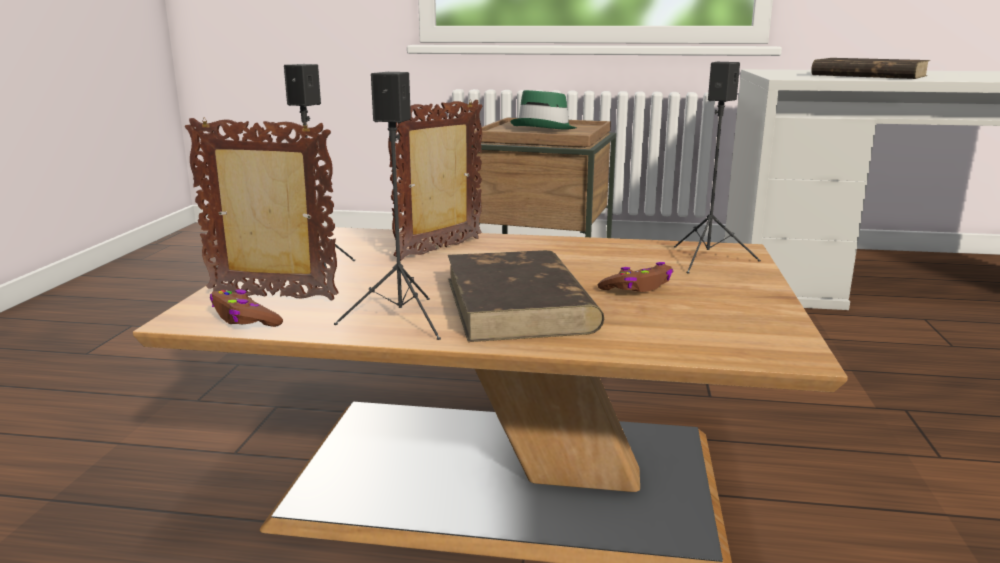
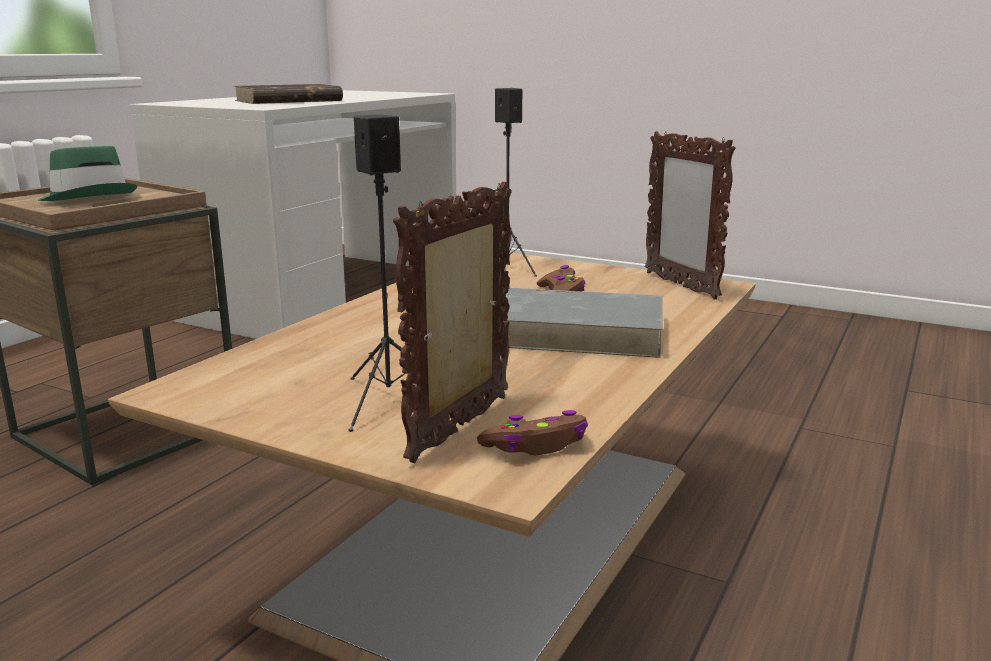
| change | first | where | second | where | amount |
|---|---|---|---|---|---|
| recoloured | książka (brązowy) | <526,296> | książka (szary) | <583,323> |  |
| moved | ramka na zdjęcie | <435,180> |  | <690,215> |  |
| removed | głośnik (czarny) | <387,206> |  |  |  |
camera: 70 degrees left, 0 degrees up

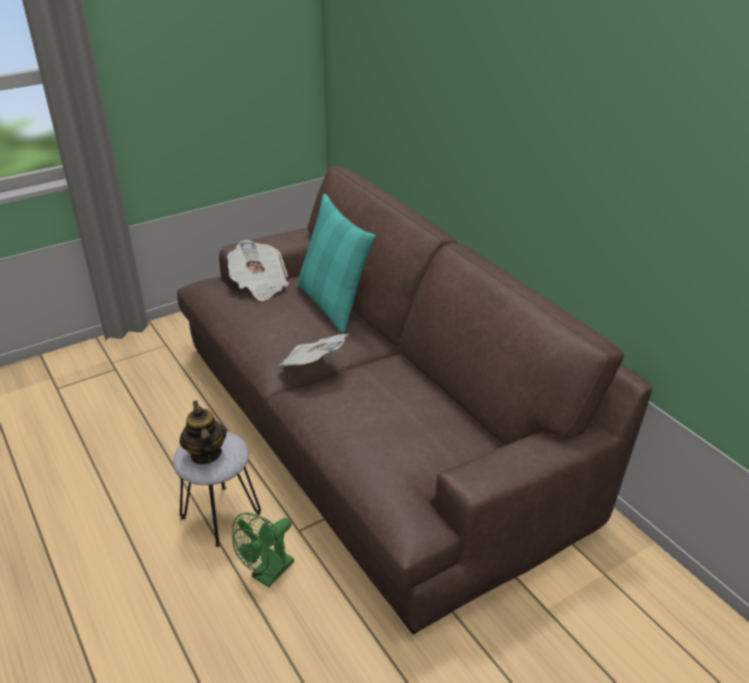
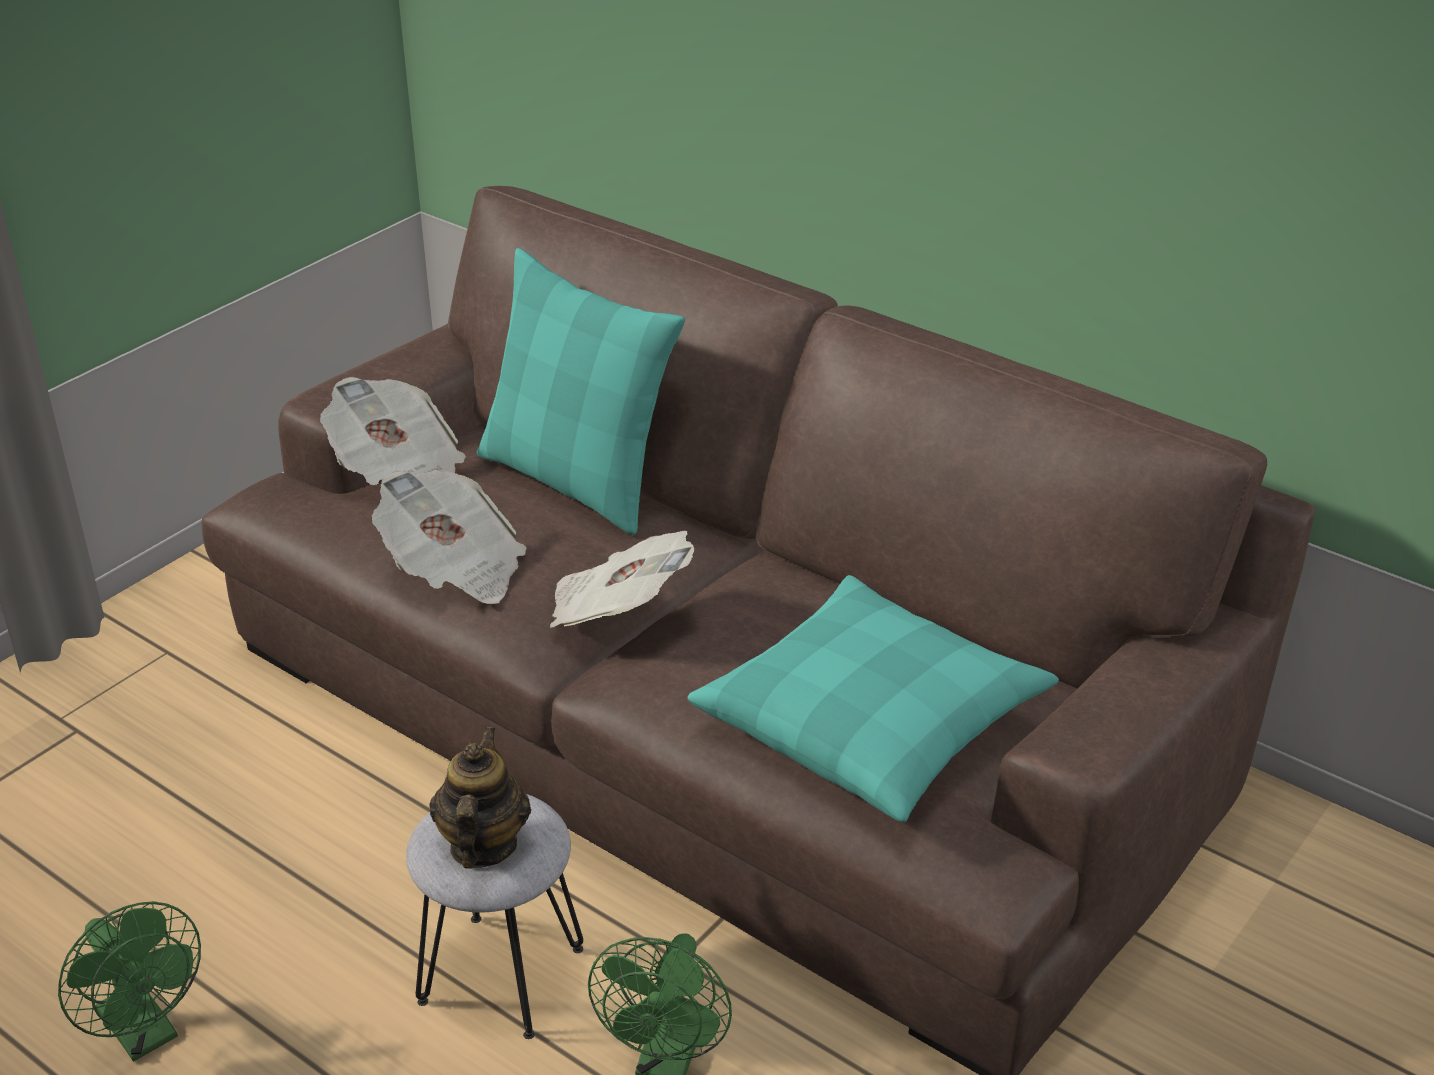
| change | first | where | second | where | amount |
|---|---|---|---|---|---|
| added |  |  | wentylator (zielony) | <129,981> |  |
| added |  |  | gazeta | <449,537> |  |
| turned | imbryk | <202,433> |  | <480,797> | 45 degrees clockwise |
| added |  |  | poduszka (turkusowy) | <873,698> |  |
camera: 20 degrees left, 0 degrees up

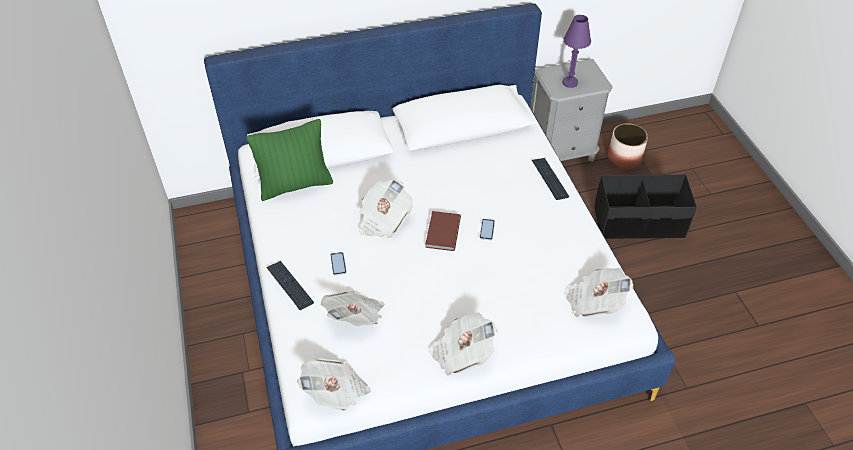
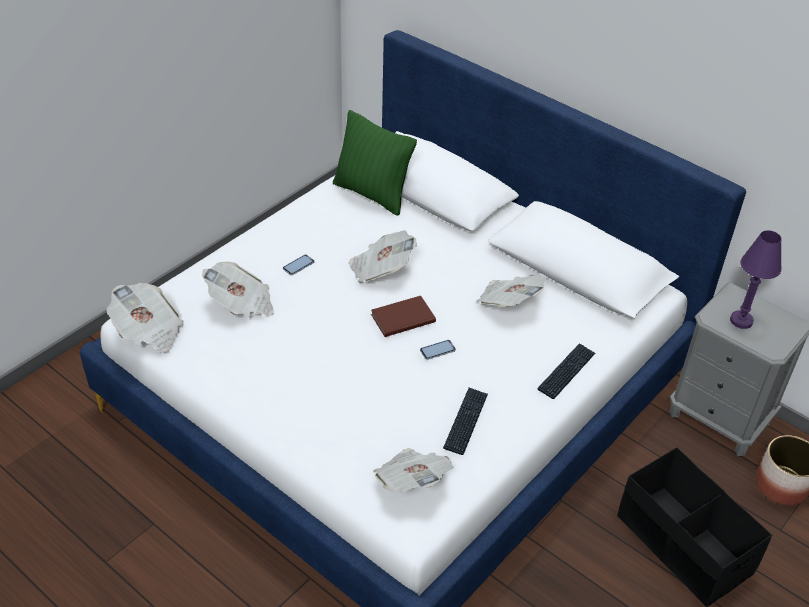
| change | first | where | second | where | amount |
|---|---|---|---|---|---|
| moved | klawiatura | <290,285> |  | <465,421> |  |
| moved | gazeta | <463,344> |  | <511,291> |  |
camera: 55 degrees right, 5 degrees down

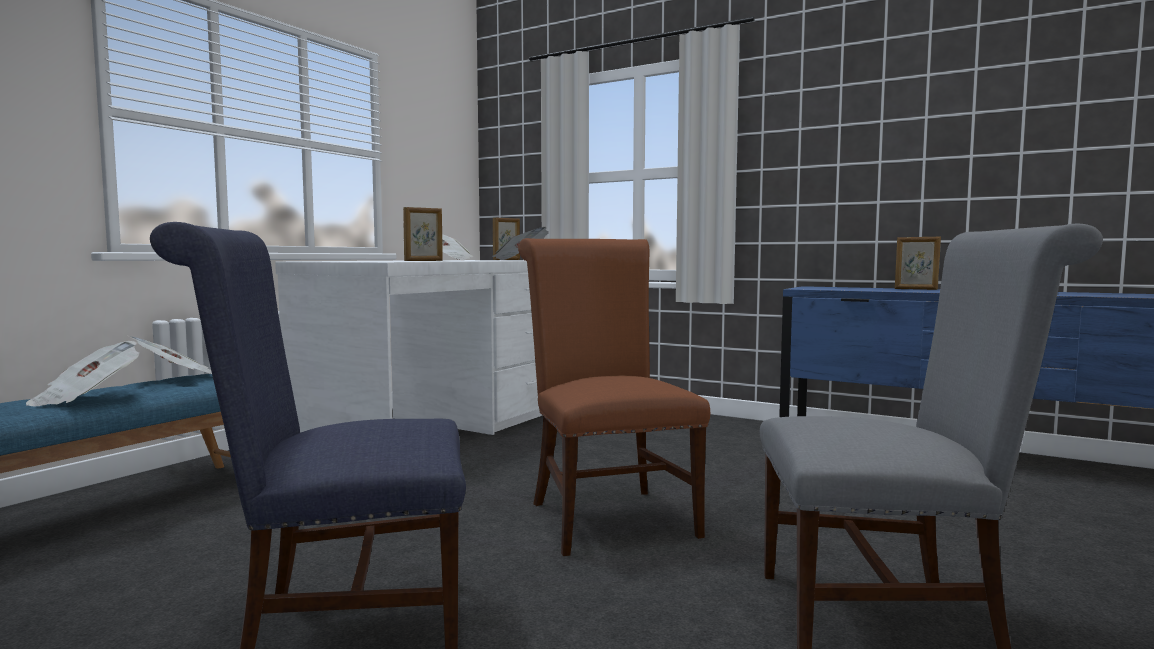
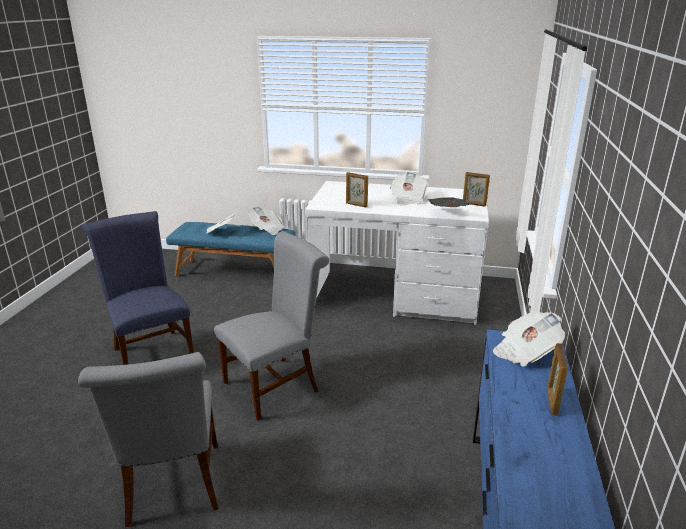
| change | first | where | second | where | amount |
|---|---|---|---|---|---|
| recoloured | krzesło (brązowy) | <614,397> | krzesło (szary) | <272,326> |  |
| added |  |  | gazeta | <529,338> |  |
camera: 70 degrees right, 20 degrees up

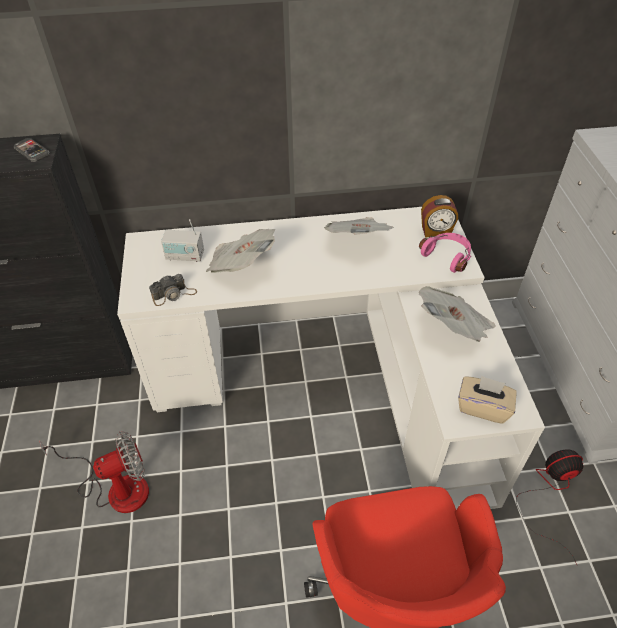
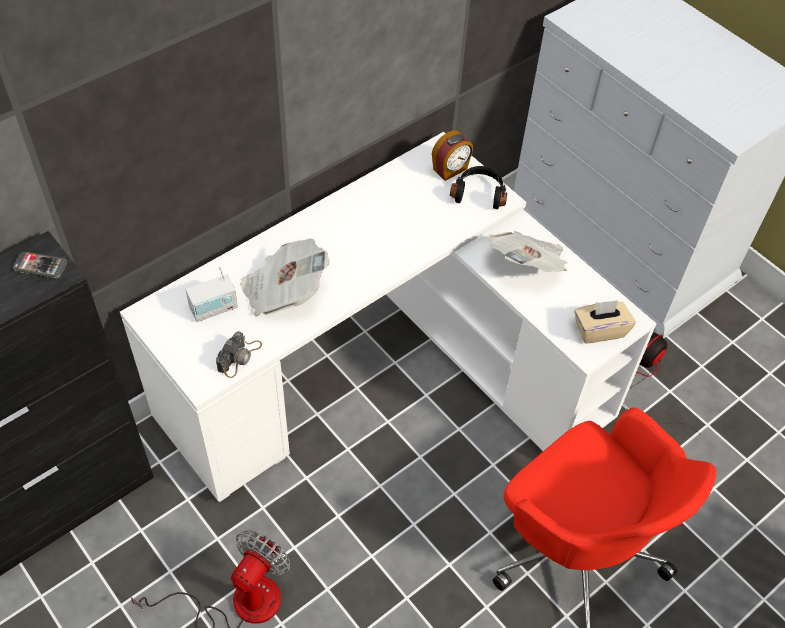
| change | first | where | second | where | amount |
|---|---|---|---|---|---|
| recoloured | słuchawki (różowy) | <445,253> | słuchawki (czarny) | <478,187> |  |
| removed | gazeta | <358,226> |  |  |  |
camera: 35 degrees left, 5 degrees up

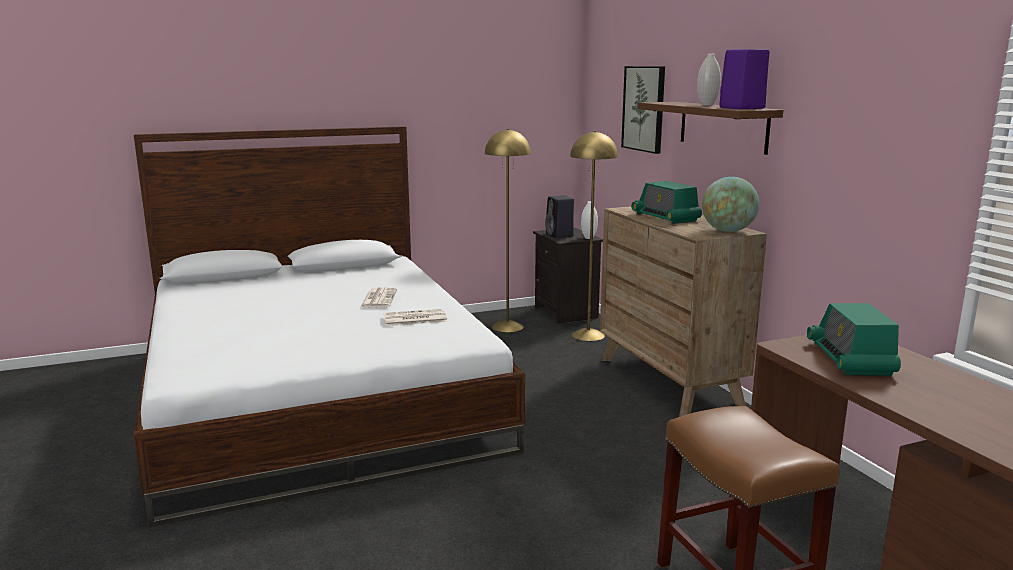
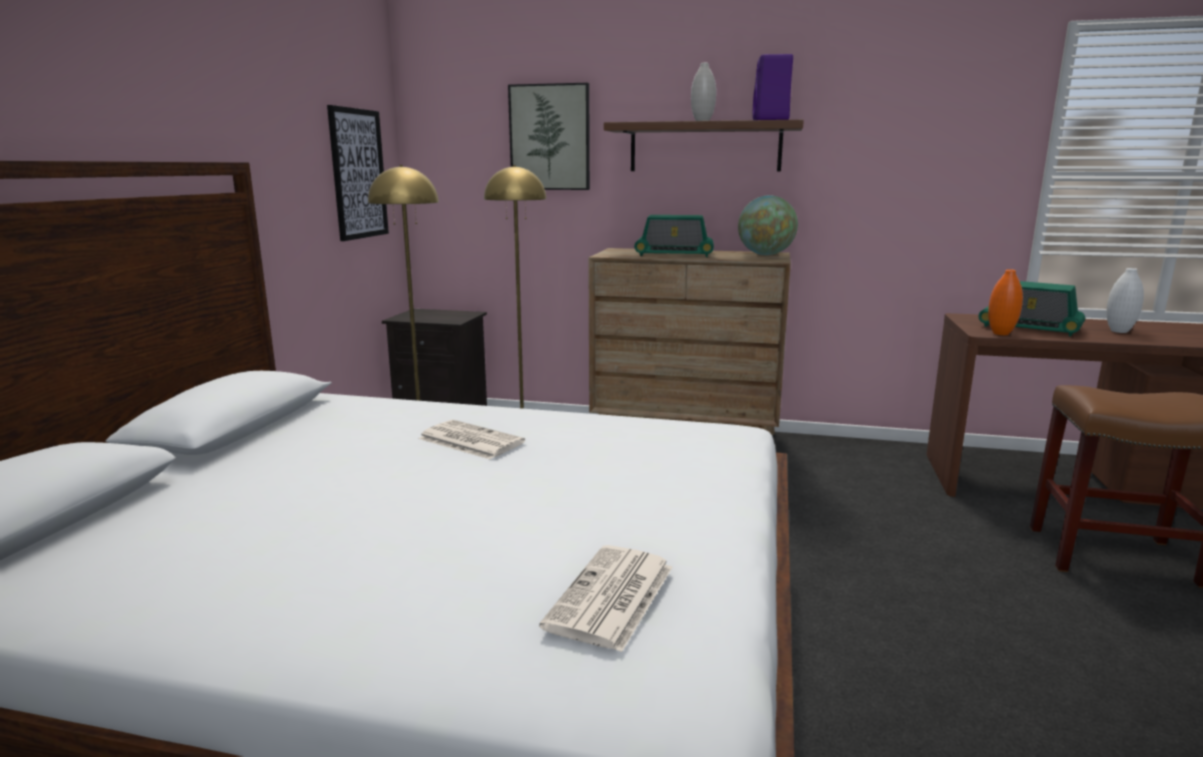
| change | first | where | second | where | amount |
|---|---|---|---|---|---|
| added |  |  | obraz | <358,173> |  |
| moved | gazeta | <416,317> |  | <605,598> |  |
| added |  |  | wazon (pomarańczowy) | <1005,302> |  |
| moved | wazon (biały) | <589,220> |  | <1125,300> |  |
| removed | głośnik (czarny) | <559,216> |  |  |  |
camera: 55 degrees left, 0 degrees up

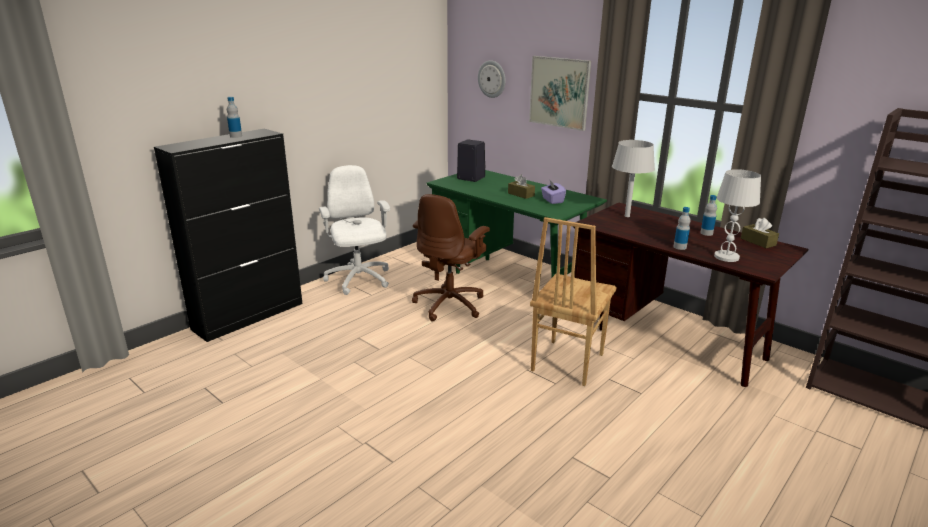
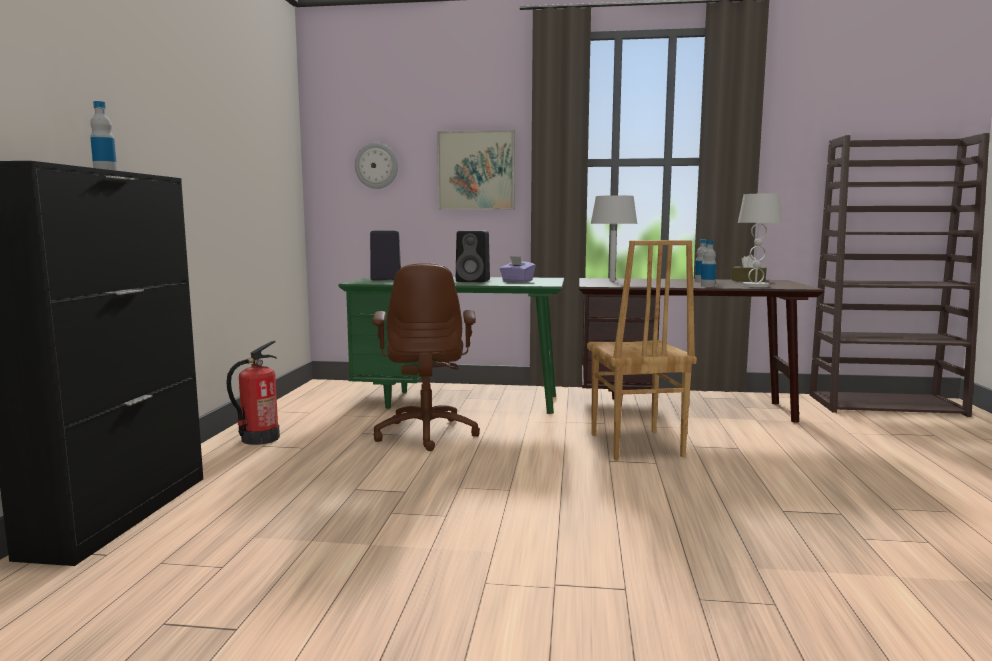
| change | first | where | second | where | amount |
|---|---|---|---|---|---|
| replaced | krzesło biurowe (biały) | <354,230> | gaśnica | <253,393> |  |
| replaced | pudełko chusteczek (brązowy) | <521,187> | głośnik (czarny) | <473,256> |  |
camera: 35 degrees left, 15 degrees down

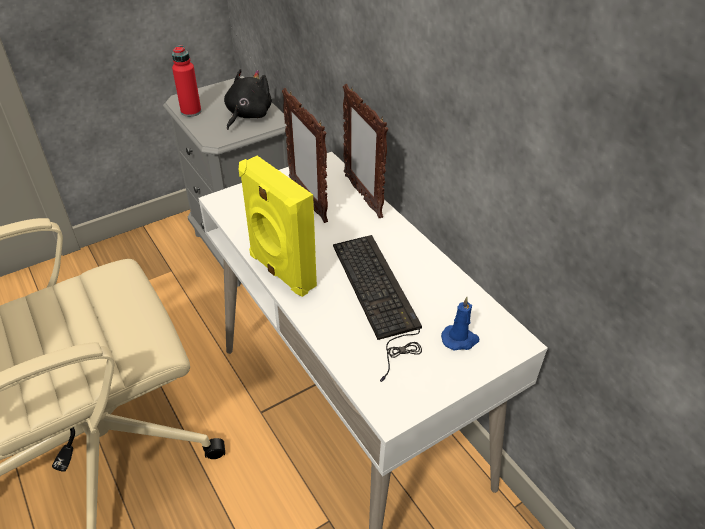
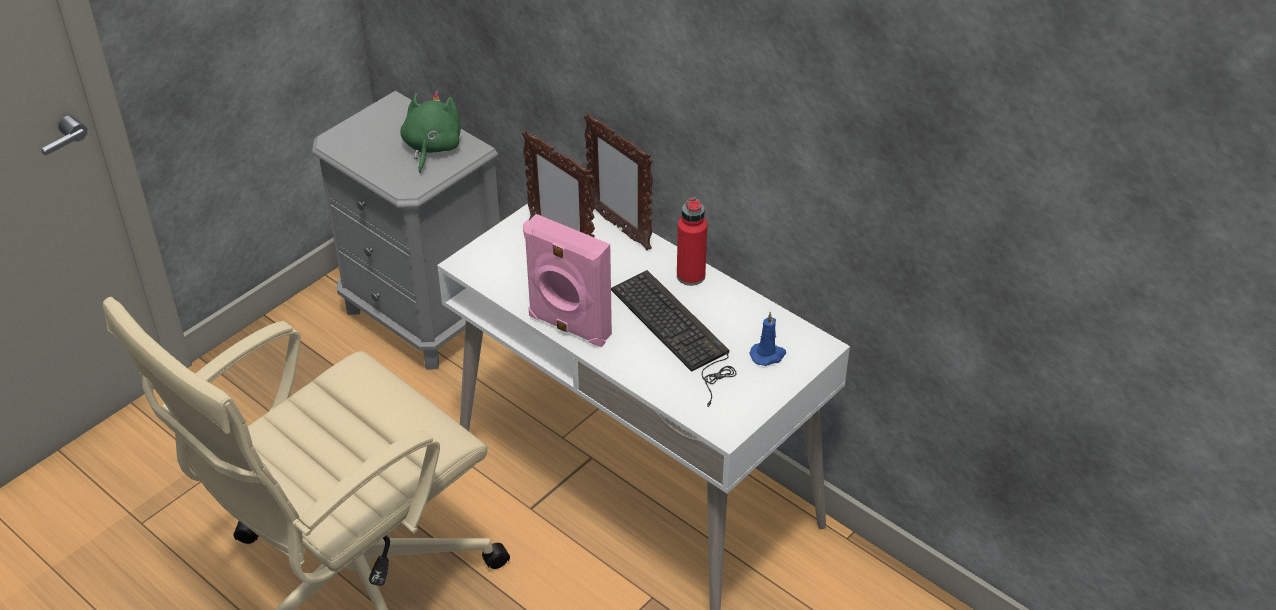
| change | first | where | second | where | amount |
|---|---|---|---|---|---|
| recoloured | pluszak (czarny) | <248,99> | pluszak (zielony) | <430,131> |  |
| recoloured | głośnik (żółty) | <278,226> | głośnik (różowy) | <567,280> |  |
| moved | butelka (czerwony) | <186,81> |  | <692,241> |  |
camera: 15 degrees left, 0 degrees up

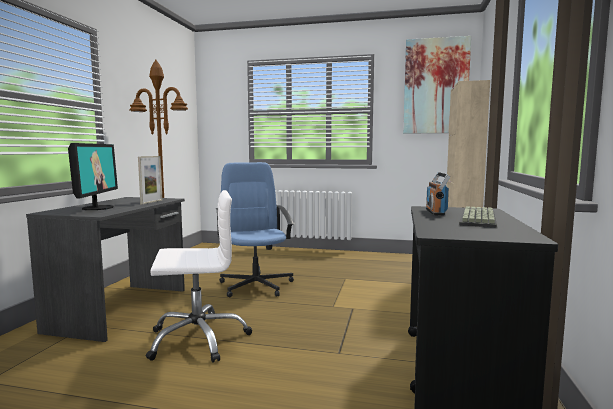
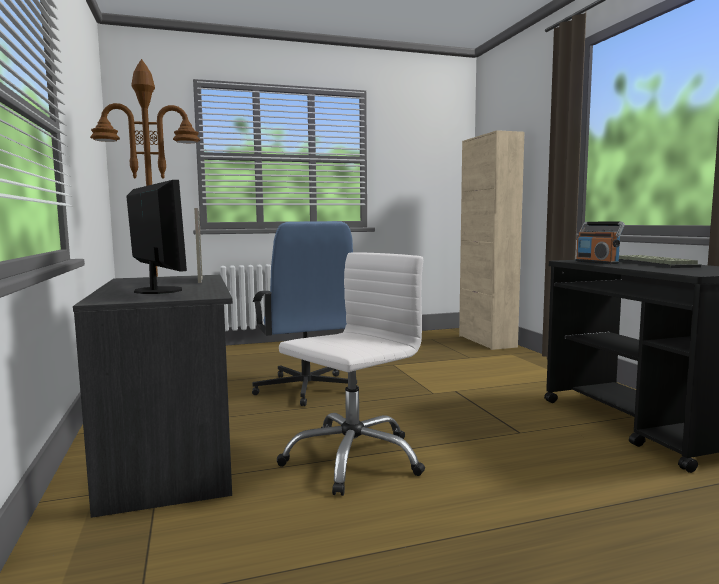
| change | first | where | second | where | amount |
|---|---|---|---|---|---|
| turned | krzesło biurowe (niebieski) | <255,229> |  | <305,313> | 150 degrees counterclockwise |
| removed | obraz | <437,85> |  |  |  |
camera: 30 degrees left, 0 degrees up

